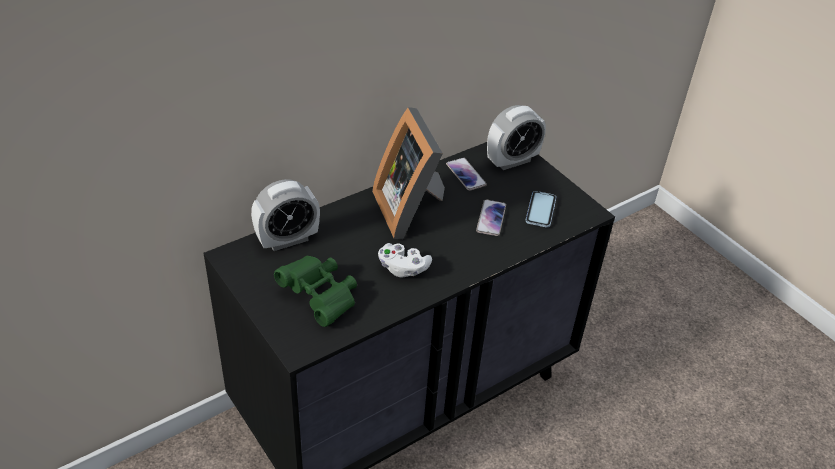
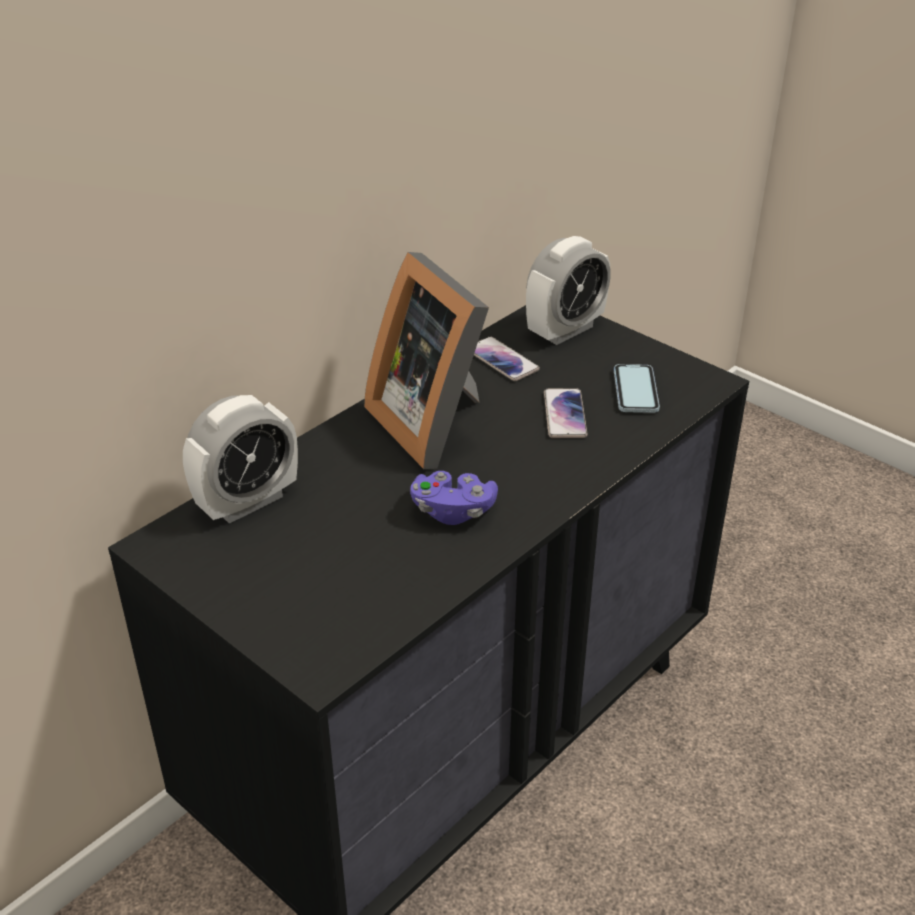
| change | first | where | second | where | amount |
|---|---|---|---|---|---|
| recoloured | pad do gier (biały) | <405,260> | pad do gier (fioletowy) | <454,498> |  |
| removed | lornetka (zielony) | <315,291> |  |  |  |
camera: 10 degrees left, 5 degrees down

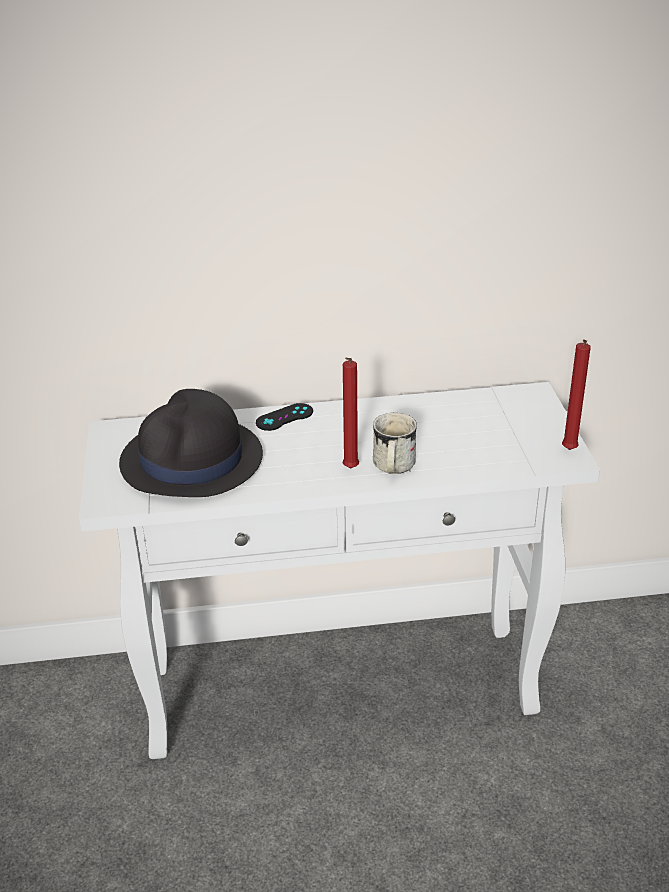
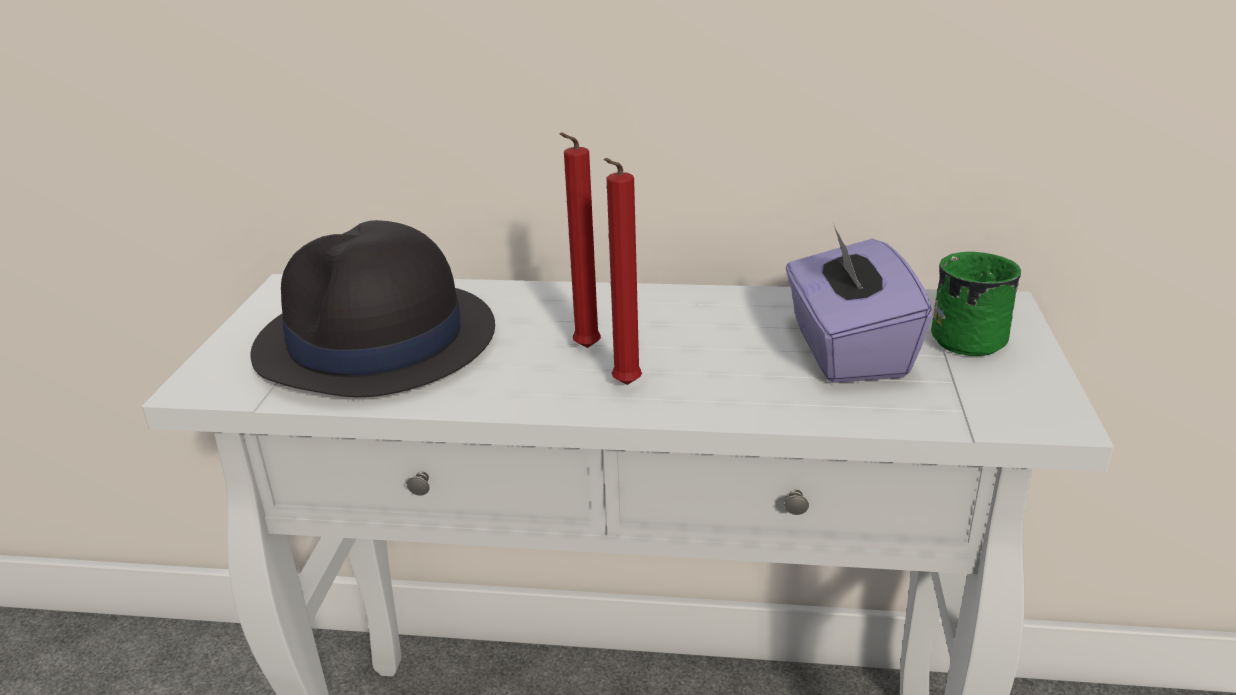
| change | first | where | second | where | amount |
|---|---|---|---|---|---|
| moved | świeca (czerwony) | <576,394> |  | <580,240> |  |
| added |  |  | pudełko chusteczek (fioletowy) | <859,303> |  |
| added |  |  | kubek (zielony) | <976,304> |  |
| removed | pad do gier (czarny) | <284,417> |  |  |  |
| removed | kubek (biały) | <395,443> |  |  |  |
camera: 15 degrees right, 5 degrees down

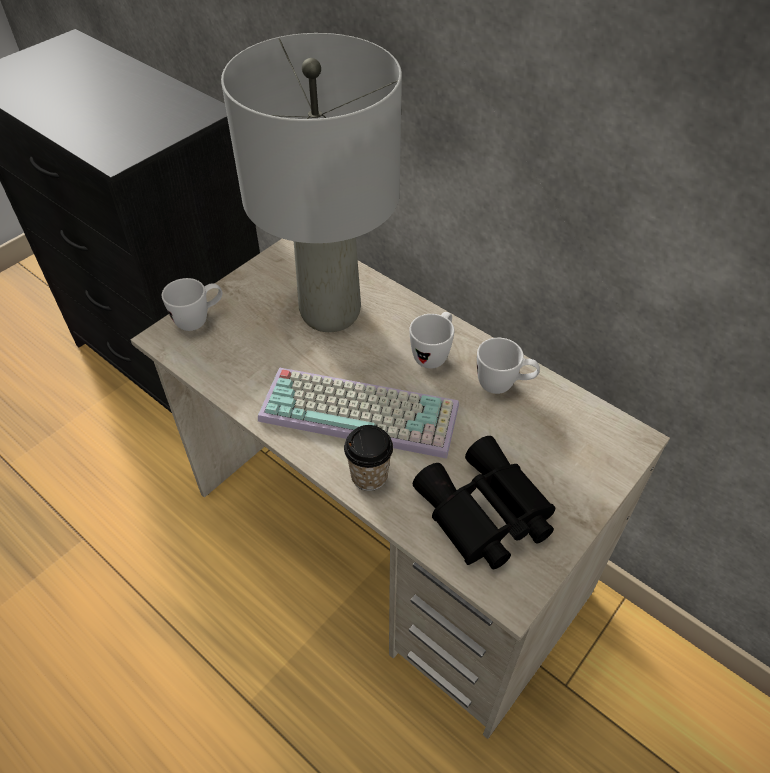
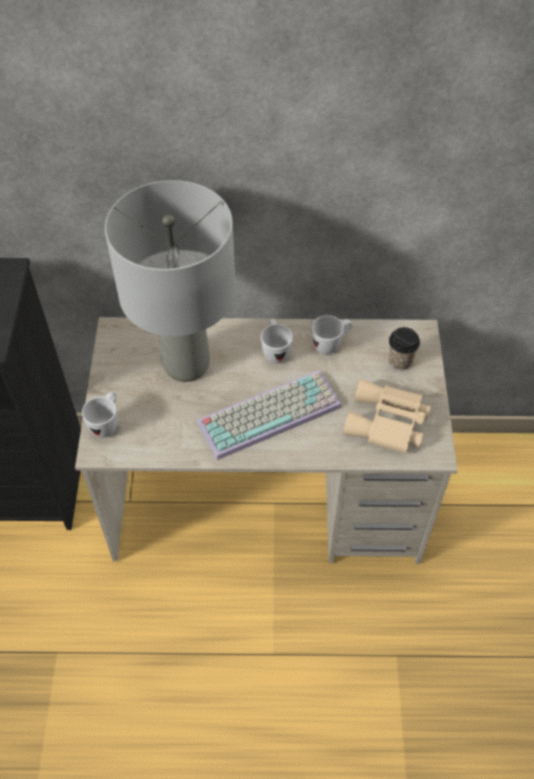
| change | first | where | second | where | amount |
|---|---|---|---|---|---|
| recoloured | lornetka (czarny) | <484,502> | lornetka (beżowy) | <387,416> |  |
| moved | filiżanka | <368,458> |  | <404,348> |  |
camera: 40 degrees left, 5 degrees up

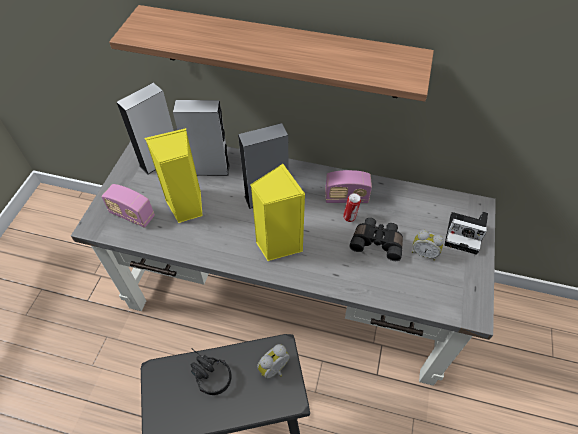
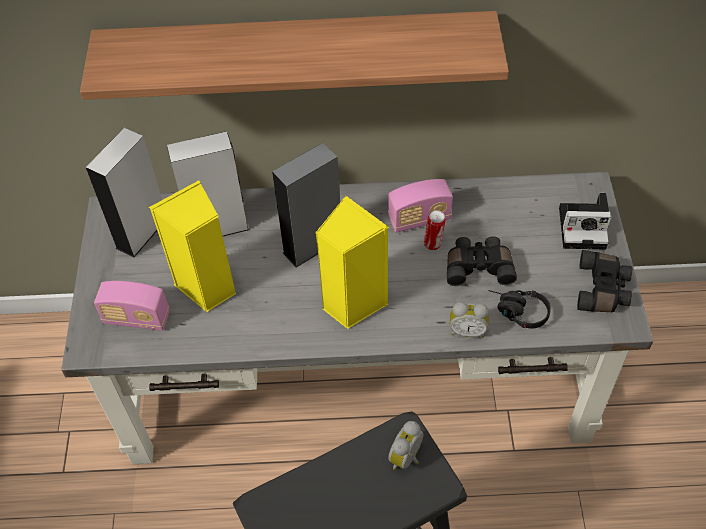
| change | first | where | second | where | amount |
|---|---|---|---|---|---|
| moved | budzik | <428,245> |  | <469,320> |  |
| moved | słuchawki (czarny) | <211,371> |  | <520,309> |  |
| added |  |  | lornetka (czarny) | <604,281> |  |
camera: 15 degrees left, 0 degrees up

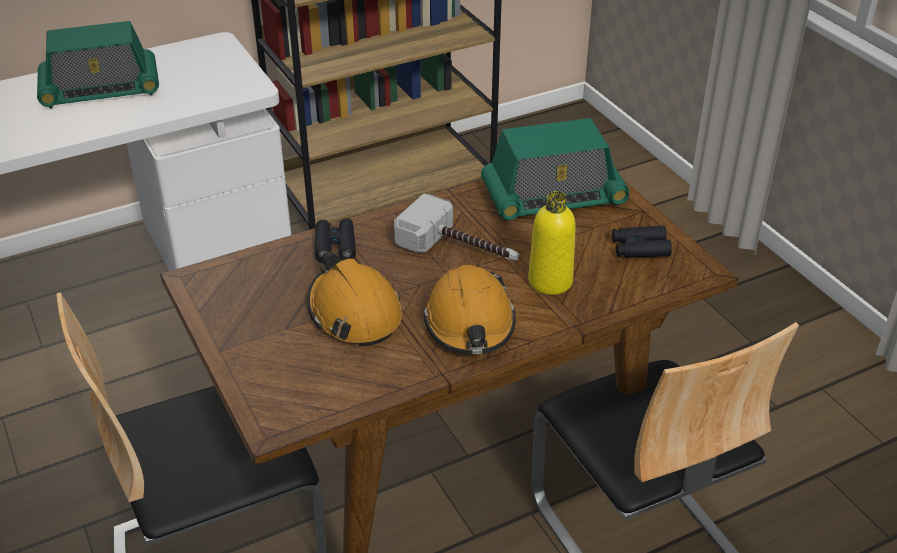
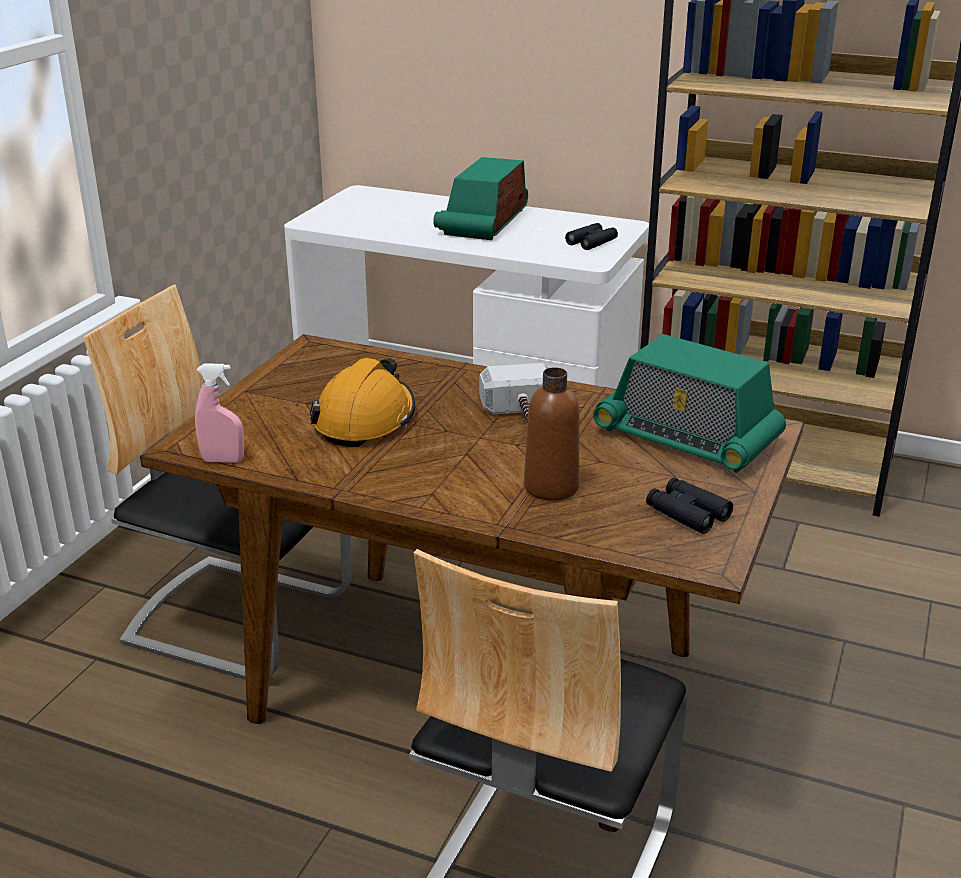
| change | first | where | second | where | amount |
|---|---|---|---|---|---|
| added |  |  | spryskiwacz (różowy) | <219,413> |  |
| turned | radio | <98,65> |  | <480,198> | 75 degrees clockwise |
| recoloured | butelka (żółty) | <552,243> | butelka (brązowy) | <552,434> |  |
| moved | lornetka (czarny) | <335,240> |  | <591,236> |  |
| removed | kask (pomarańczowy) | <469,309> |  |  |  |
camera: 50 degrees right, 10 degrees down

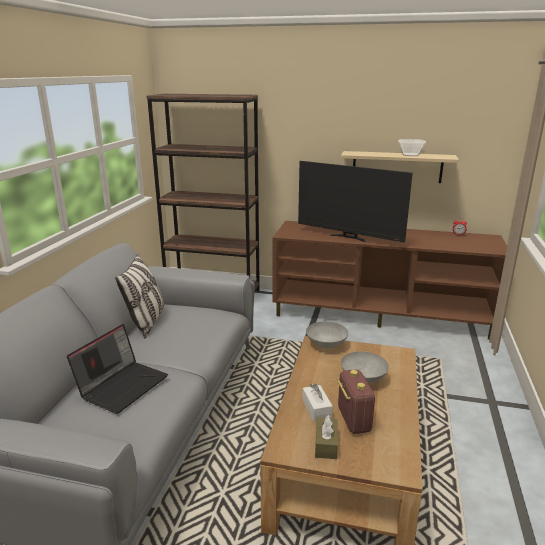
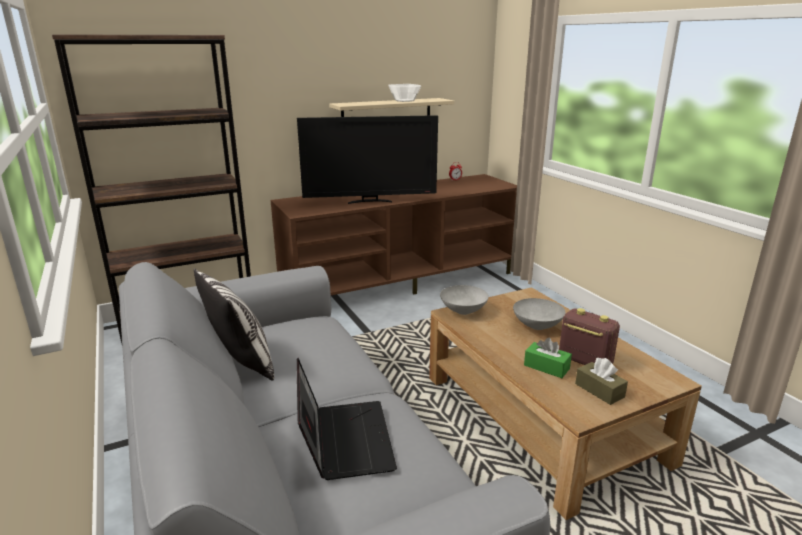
| change | first | where | second | where | amount |
|---|---|---|---|---|---|
| recoloured | pudełko chusteczek (biały) | <317,402> | pudełko chusteczek (zielony) | <548,358> |  |
camera: 40 degrees left, 0 degrees up

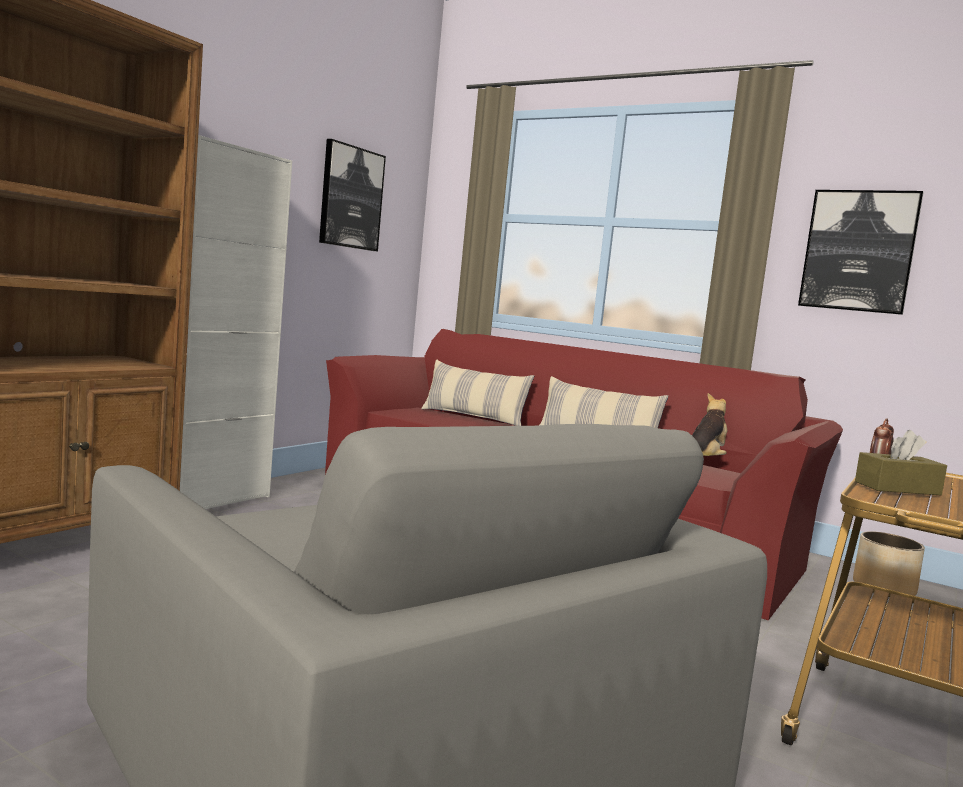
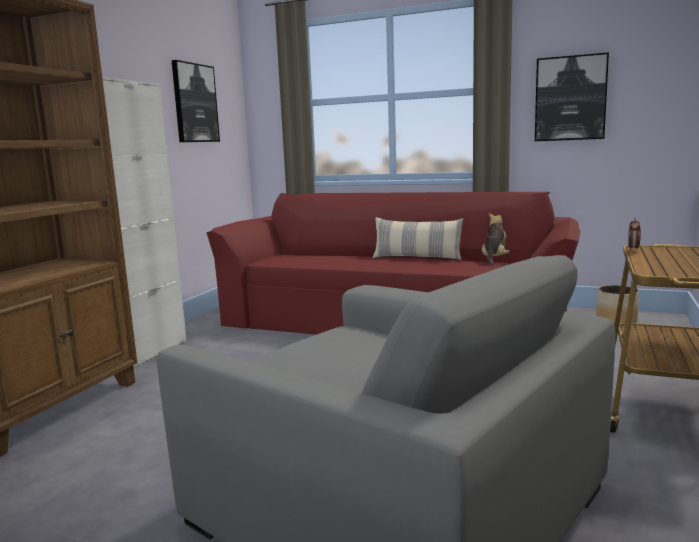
| change | first | where | second | where | amount |
|---|---|---|---|---|---|
| removed | poduszka | <477,392> |  |  |  |
| removed | pudełko chusteczek (brązowy) | <901,462> |  |  |  |
camera: 10 degrees left, 5 degrees up

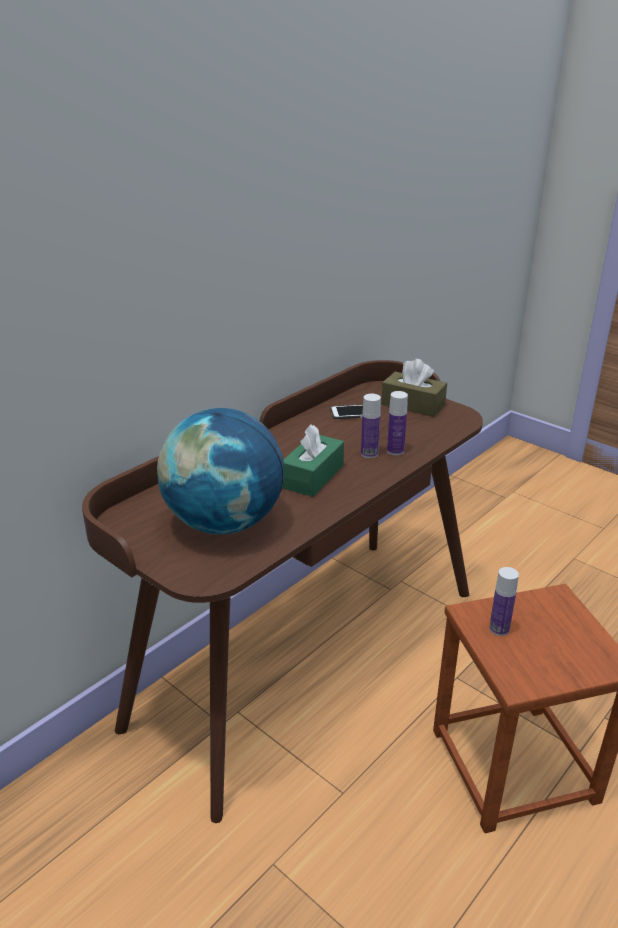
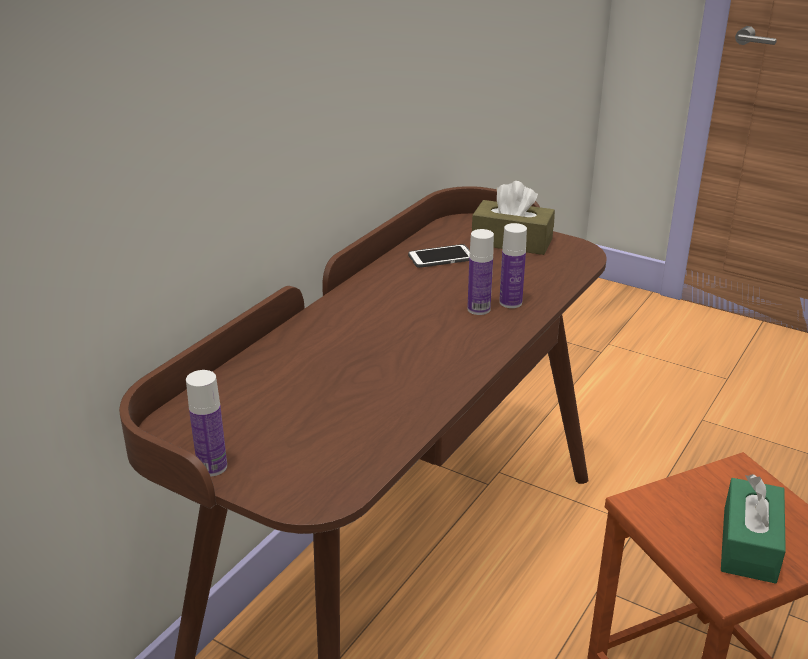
| change | first | where | second | where | amount |
|---|---|---|---|---|---|
| moved | butelka | <504,601> |  | <206,423> |  |
| moved | pudełko chusteczek (zielony) | <313,460> |  | <753,529> |  |
| removed | globus | <220,471> |  |  |  |
camera: 10 degrees left, 0 degrees up

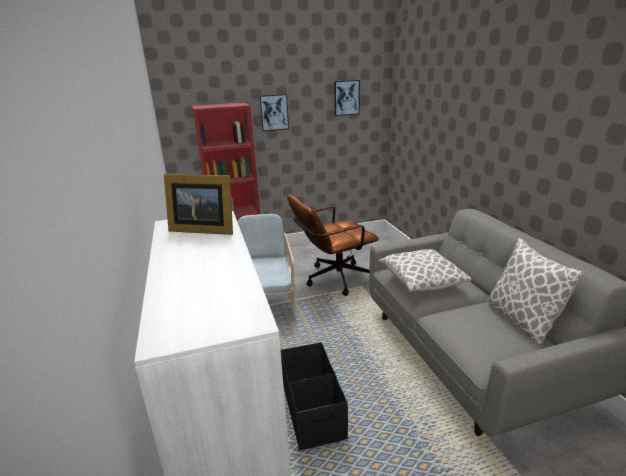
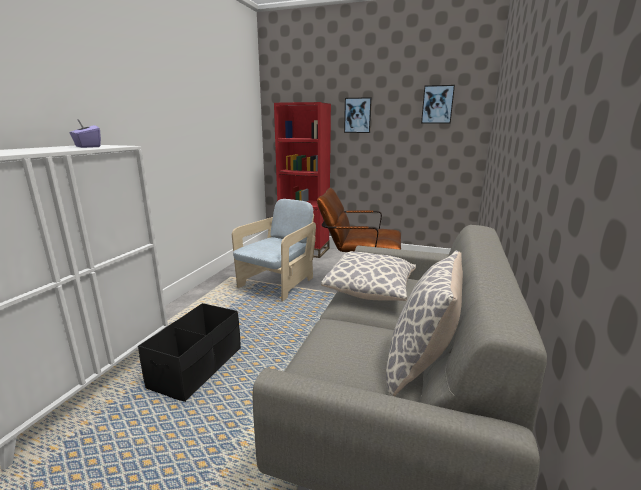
| change | first | where | second | where | amount |
|---|---|---|---|---|---|
| replaced | ramka na zdjęcie | <198,204> | pudełko chusteczek (fioletowy) | <85,133> |  |
camera: 35 degrees right, 5 degrees down

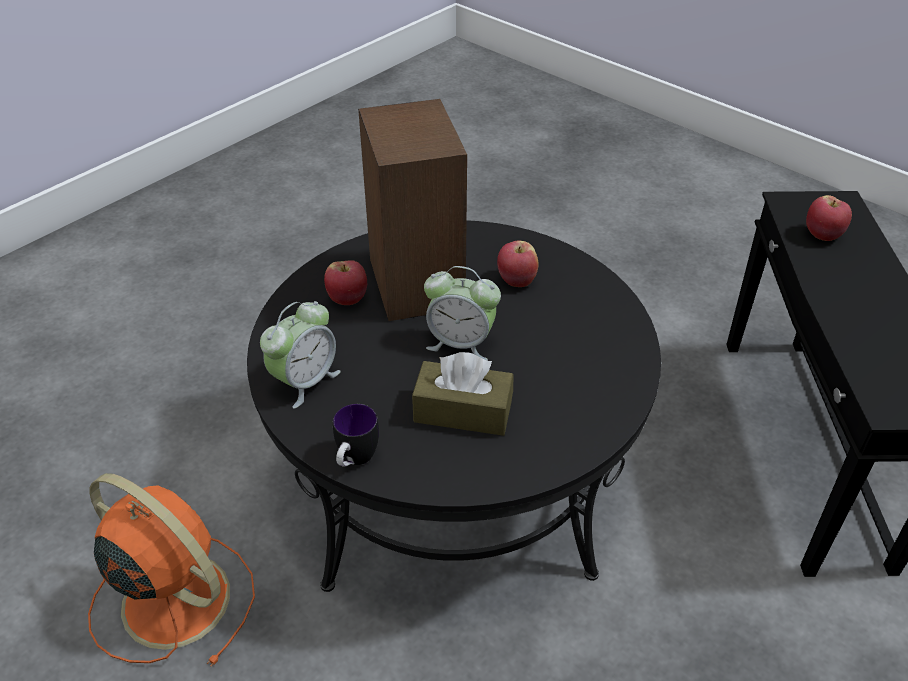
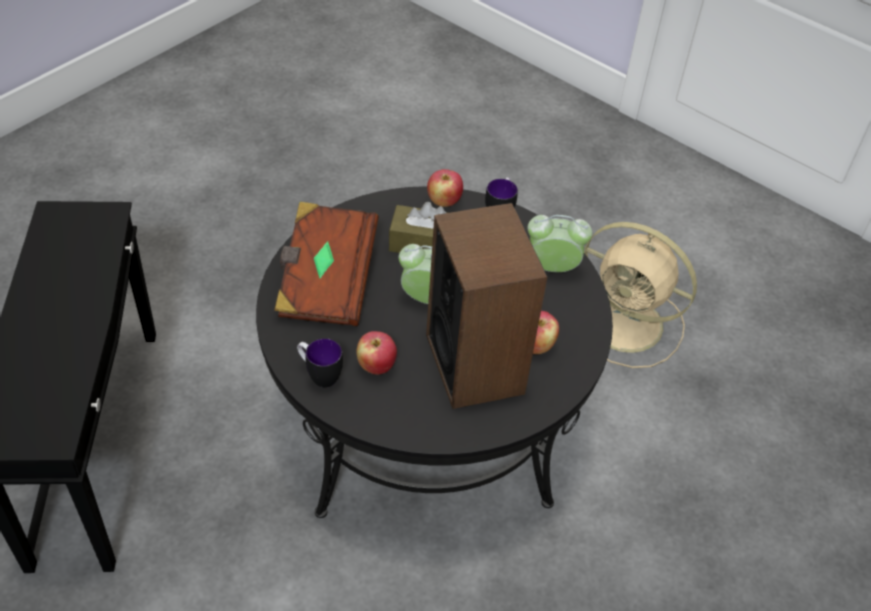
| change | first | where | second | where | amount |
|---|---|---|---|---|---|
| added |  |  | książka (brązowy) | <326,264> |  |
| added |  |  | kubek | <320,363> |  |
| moved | jabłko | <829,218> |  | <445,188> |  |
| turned | budzik | <300,355> |  | <560,243> | 60 degrees clockwise |
| recoloured | wentylator (pomarańczowy) | <171,569> | wentylator (beżowy) | <640,295> |  |
camera: 175 degrees right, 5 degrees up

